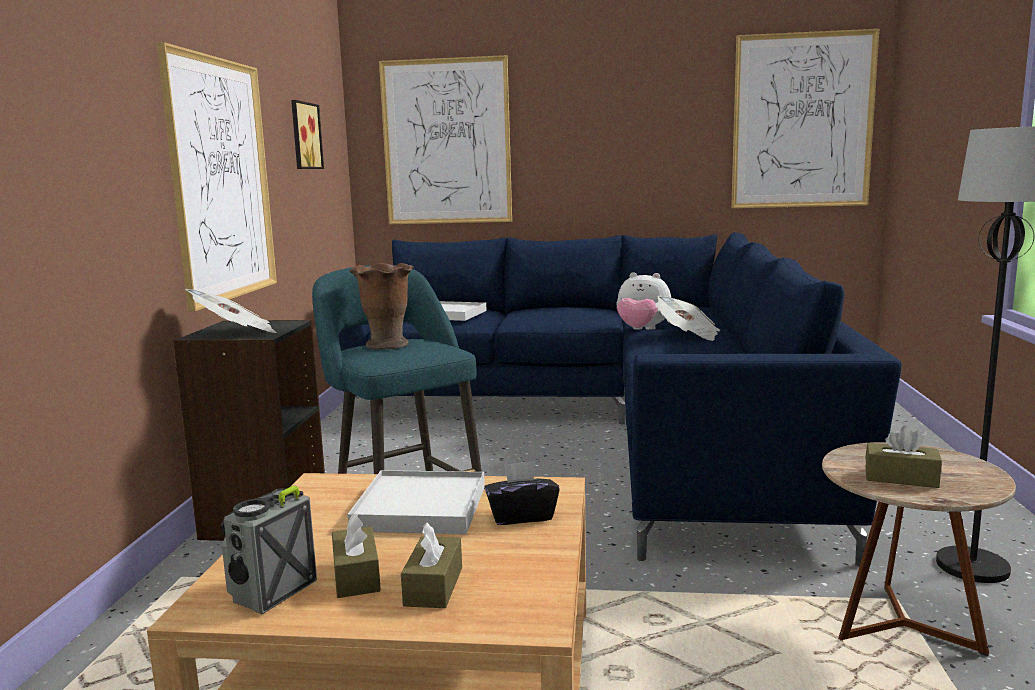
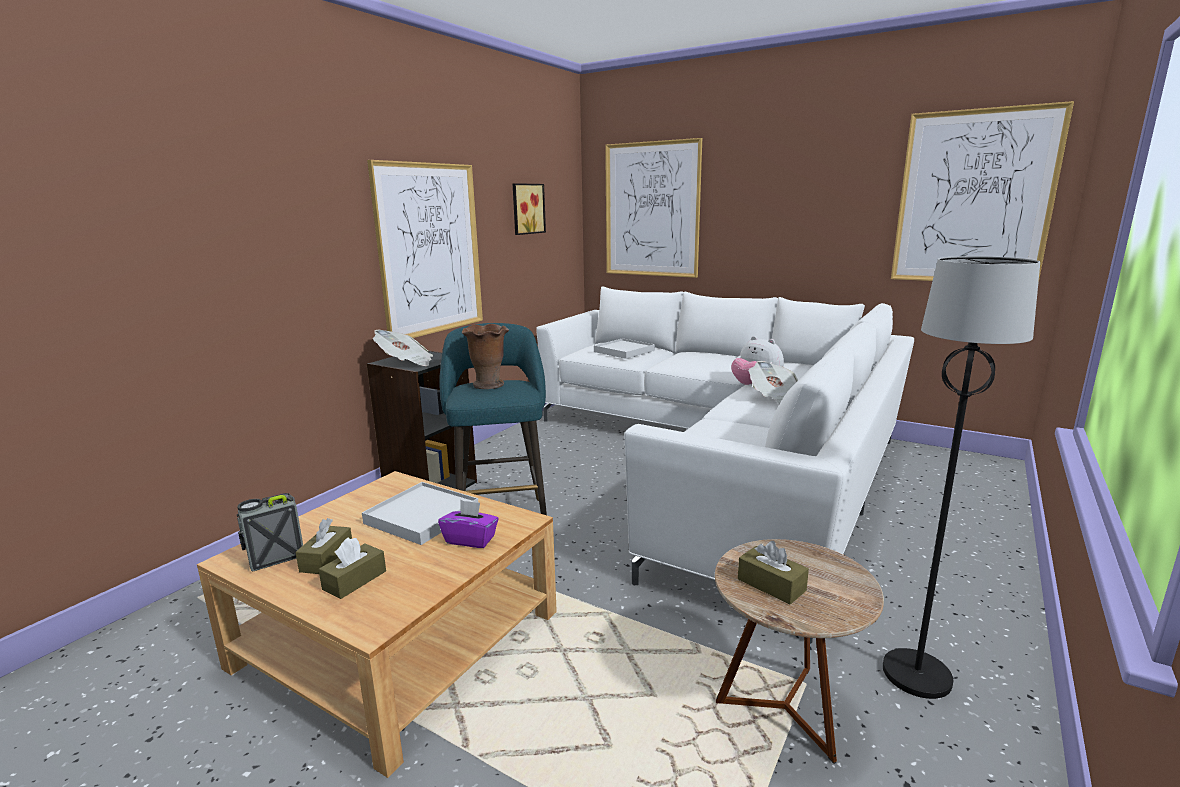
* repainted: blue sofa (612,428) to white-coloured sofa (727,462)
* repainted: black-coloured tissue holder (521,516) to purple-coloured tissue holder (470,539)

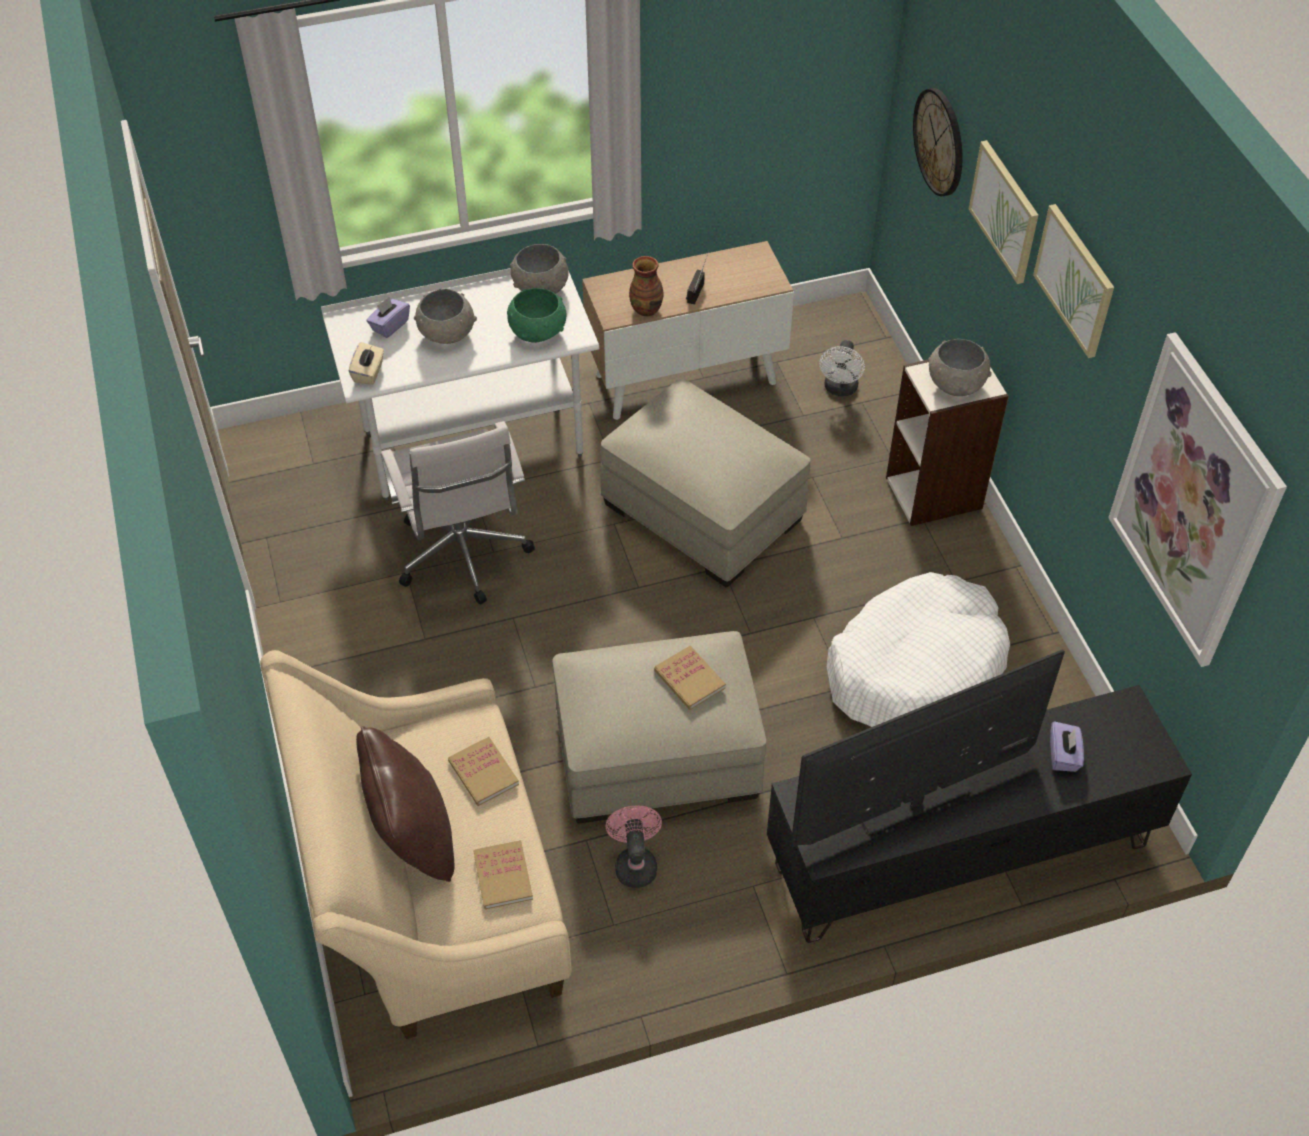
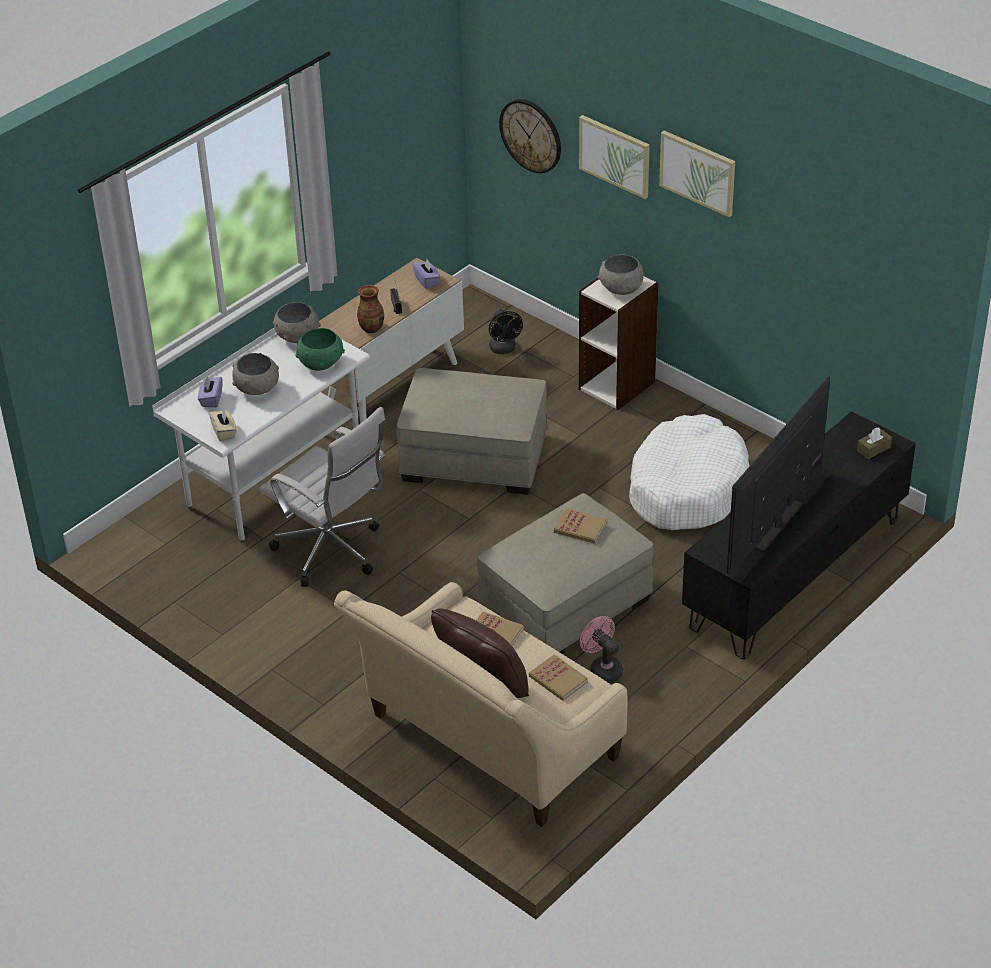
* gone: wall art (1194,502)
* new: brownish tissue holder (873,449)
* shifted: purple-coloured tissue holder (1063,755) to (427,281)
* repainted: white-coloured electric fan (840,389) to black-coloured electric fan (504,349)

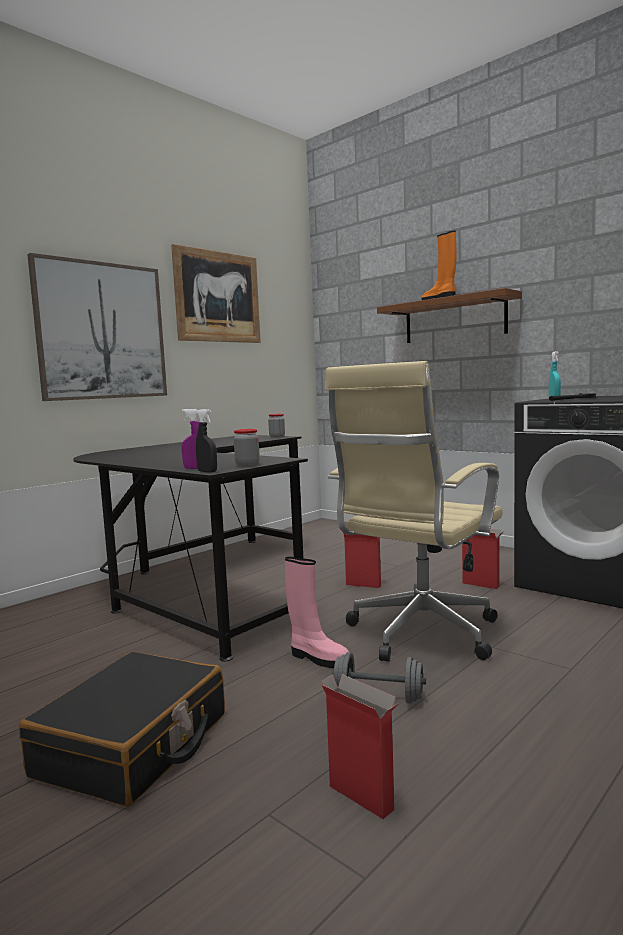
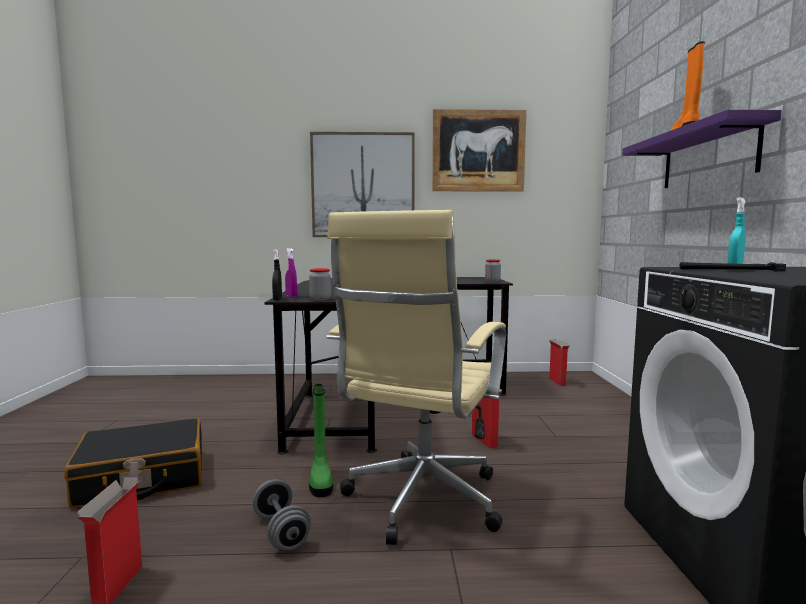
* shifted: carton (481,585) to (557,382)
* repainted: pink-coloured tall boot (318,658) to green-coloured tall boot (320,480)
* repainted: brownish bracket shelf (454,319) to purple-coloured bracket shelf (708,157)
* rotated: beige-coloured computer chair (419,635) = (420,503) 60 degrees counterclockwise

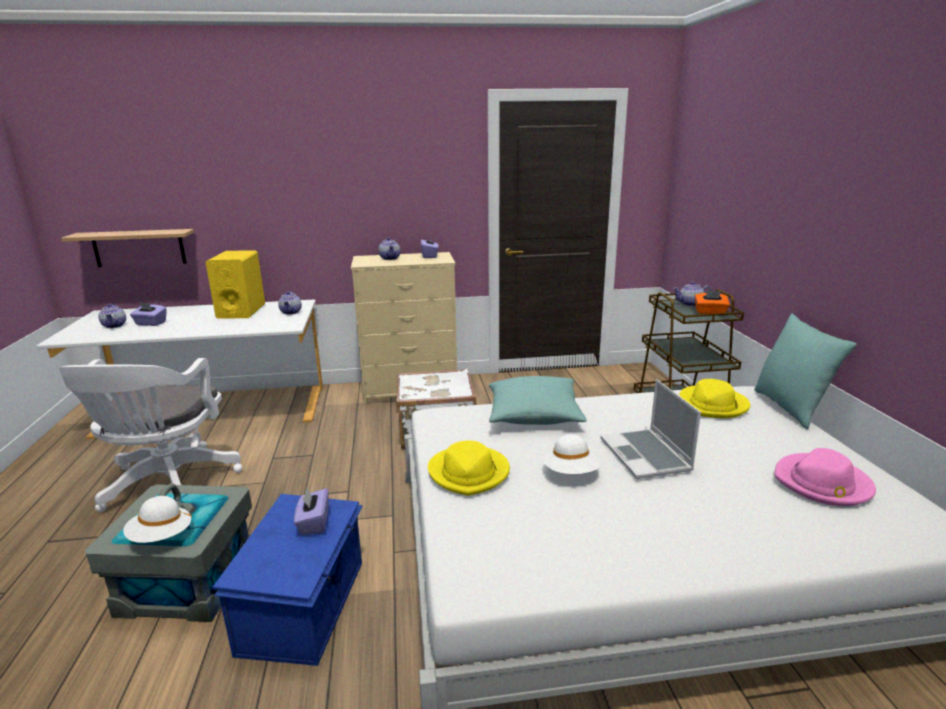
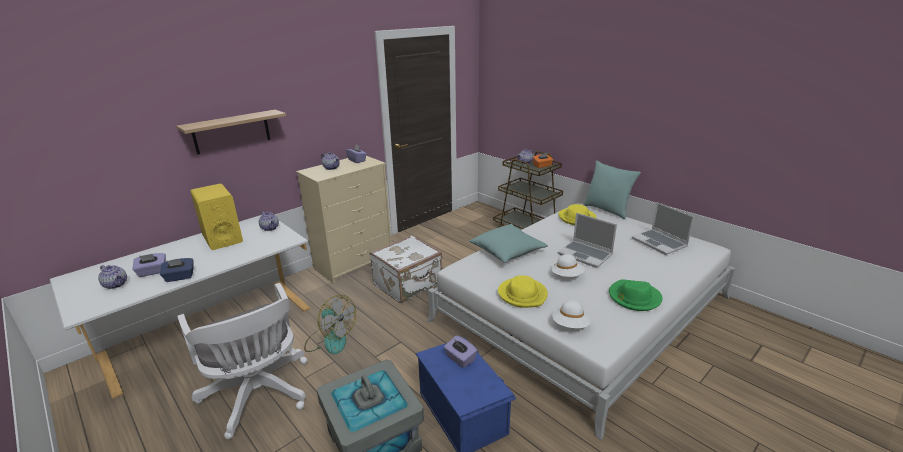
* new: blue tissue holder (180,277)
* new: electric fan (330,340)
* new: green-coloured clothing hat (633,297)
* shifted: bracket shelf (139,248) to (232,132)
* shifted: white-coloured clothing hat (161,536) to (570,325)
* swapped: pink-coloured clothing hat (822,483) to laptop (660,243)

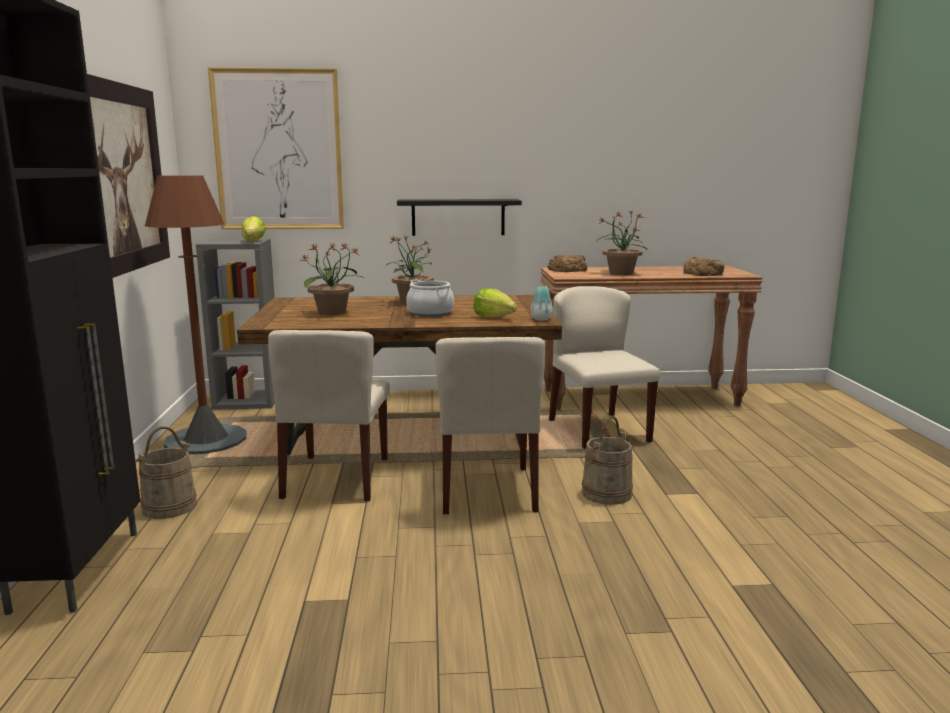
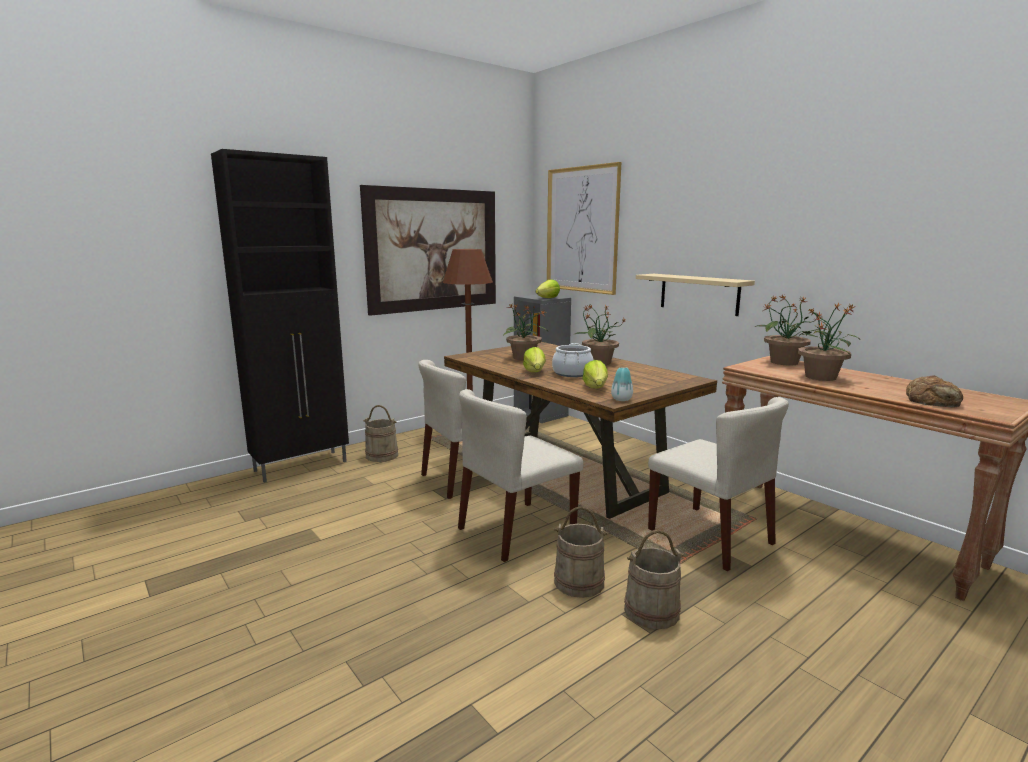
* new: lettuce head (535,372)
* new: beige-coloured water bucket (651,611)
* swapped: baked bread (568,269) to houseplant (783,362)
* repainted: black-coloured bracket shelf (458,217) to beige-coloured bracket shelf (699,294)
* rotated: beige-coloured chair (597,430) = (711,537) 105 degrees clockwise

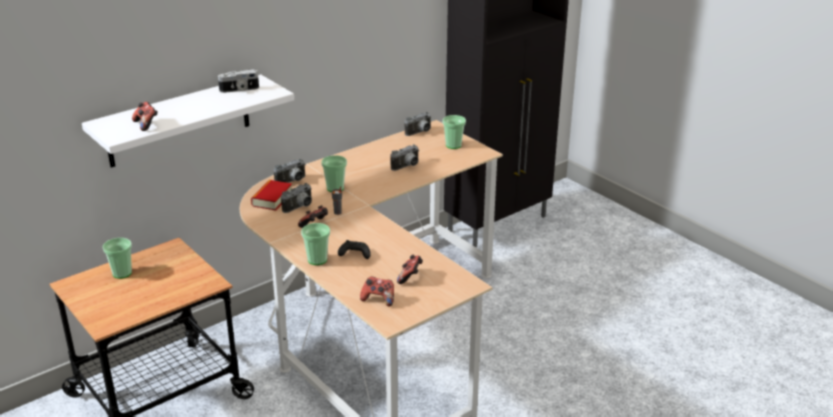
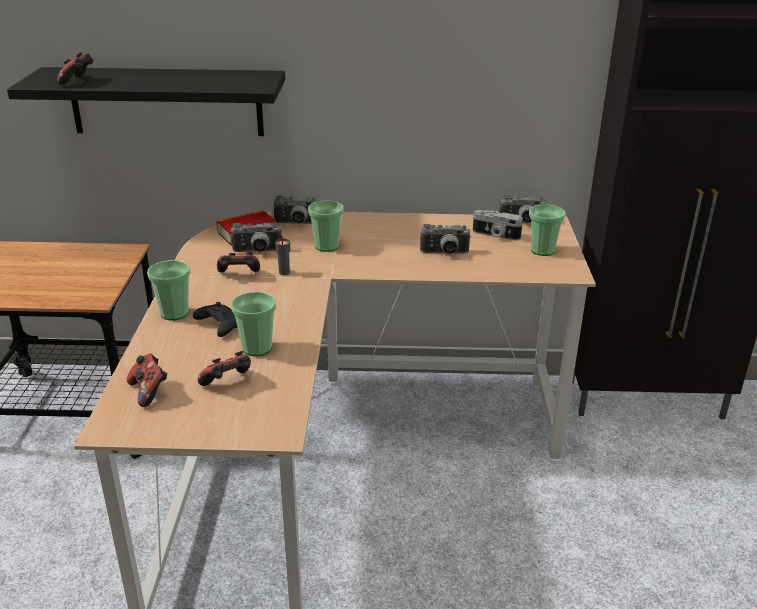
* shifted: drinking cup (122,273) to (257,348)
* shifted: photo camera (239,90) to (495,235)
* repainted: white-coloured bracket shelf (179,121) to black-coloured bracket shelf (166,102)

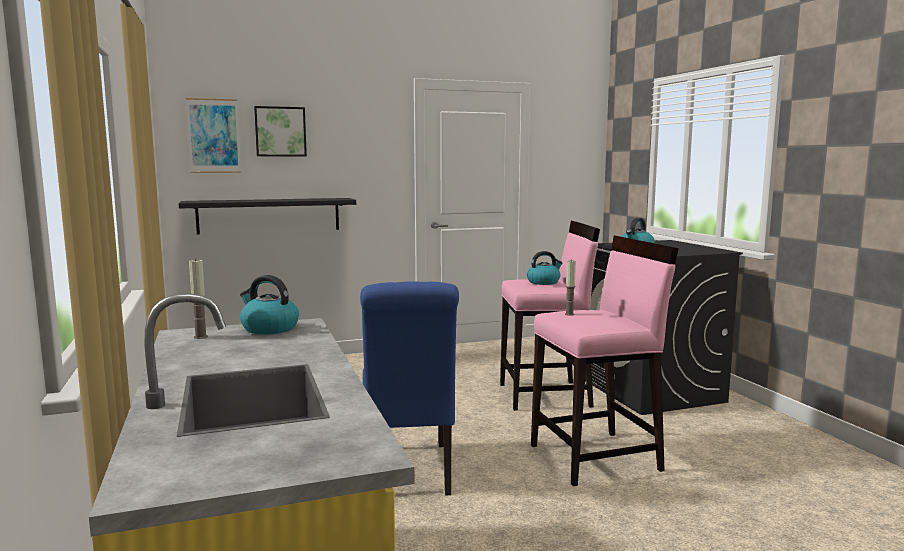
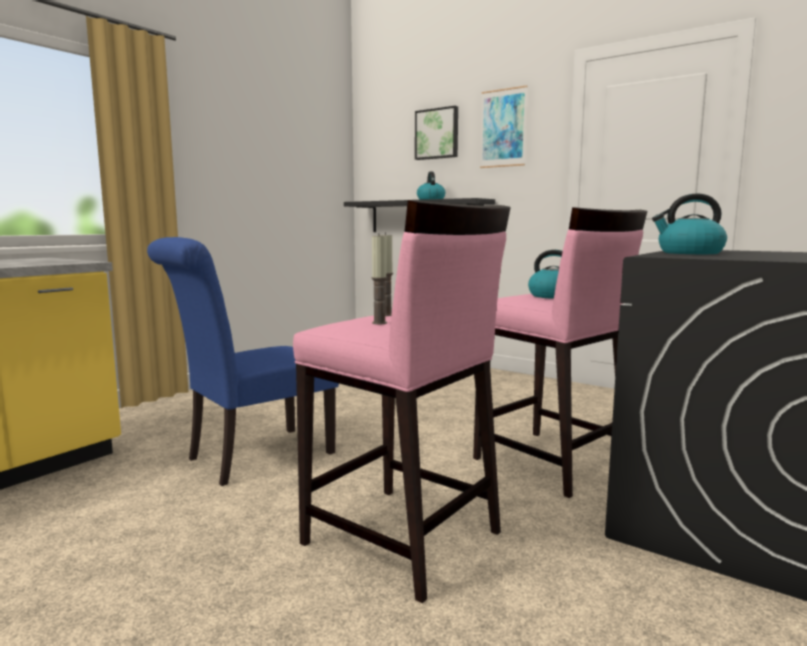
* shifted: wall art (214,136) to (503,128)
* shifted: candle (201,337) to (379,323)
* shifted: kettle (269,328) to (430,199)

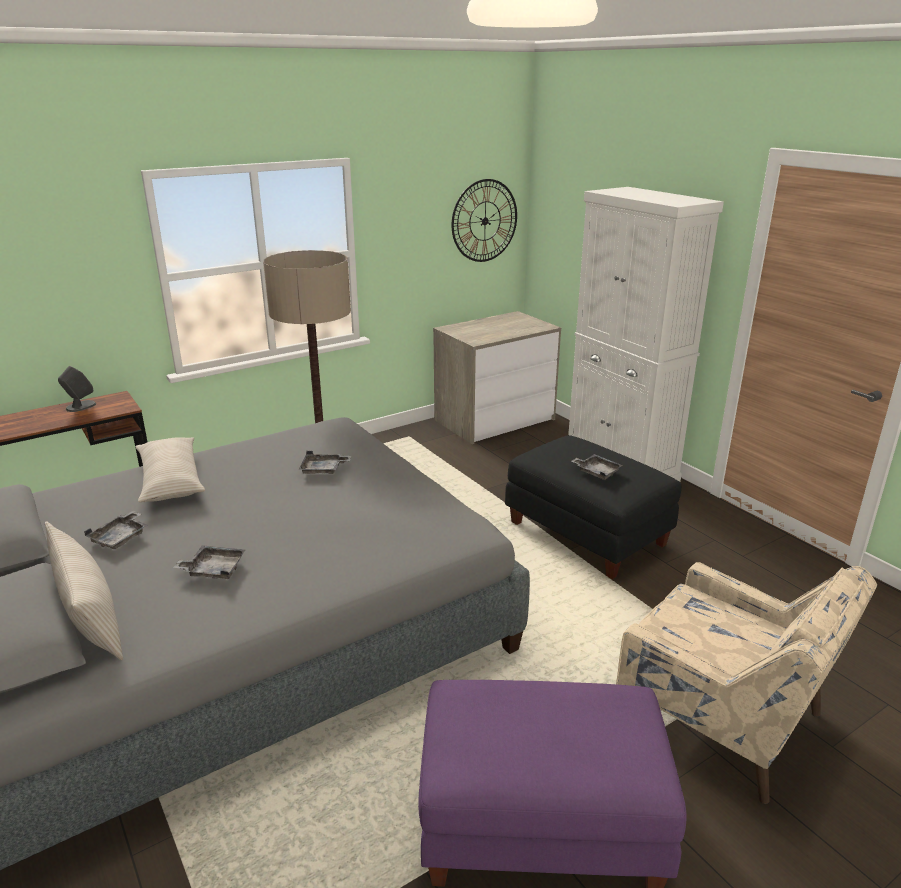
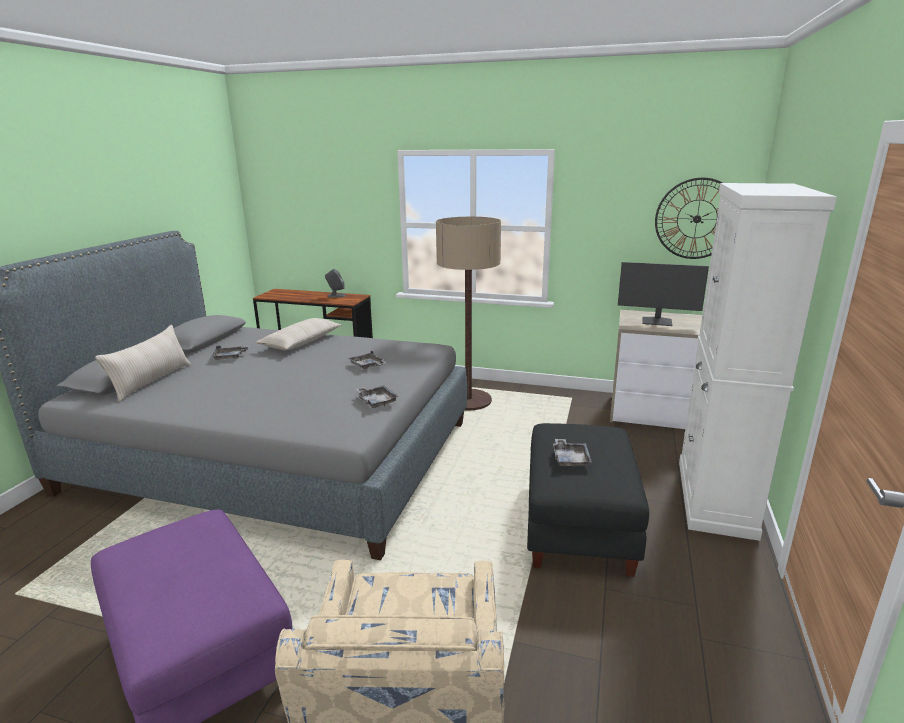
* new: monitor (657,322)
* shifted: greyish serving tray (213,569) to (376,401)

